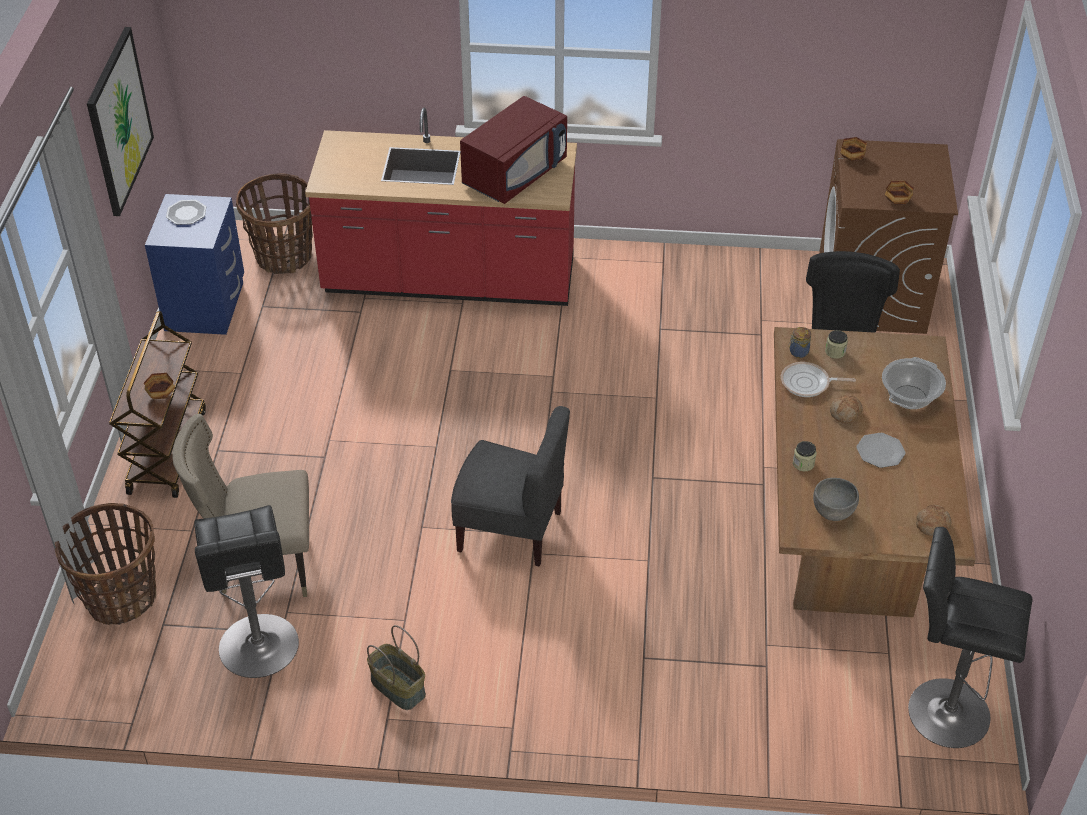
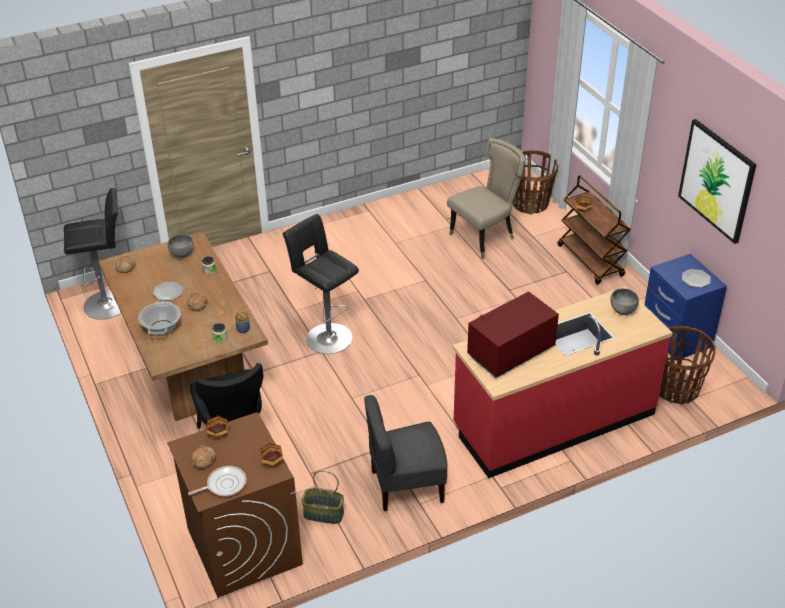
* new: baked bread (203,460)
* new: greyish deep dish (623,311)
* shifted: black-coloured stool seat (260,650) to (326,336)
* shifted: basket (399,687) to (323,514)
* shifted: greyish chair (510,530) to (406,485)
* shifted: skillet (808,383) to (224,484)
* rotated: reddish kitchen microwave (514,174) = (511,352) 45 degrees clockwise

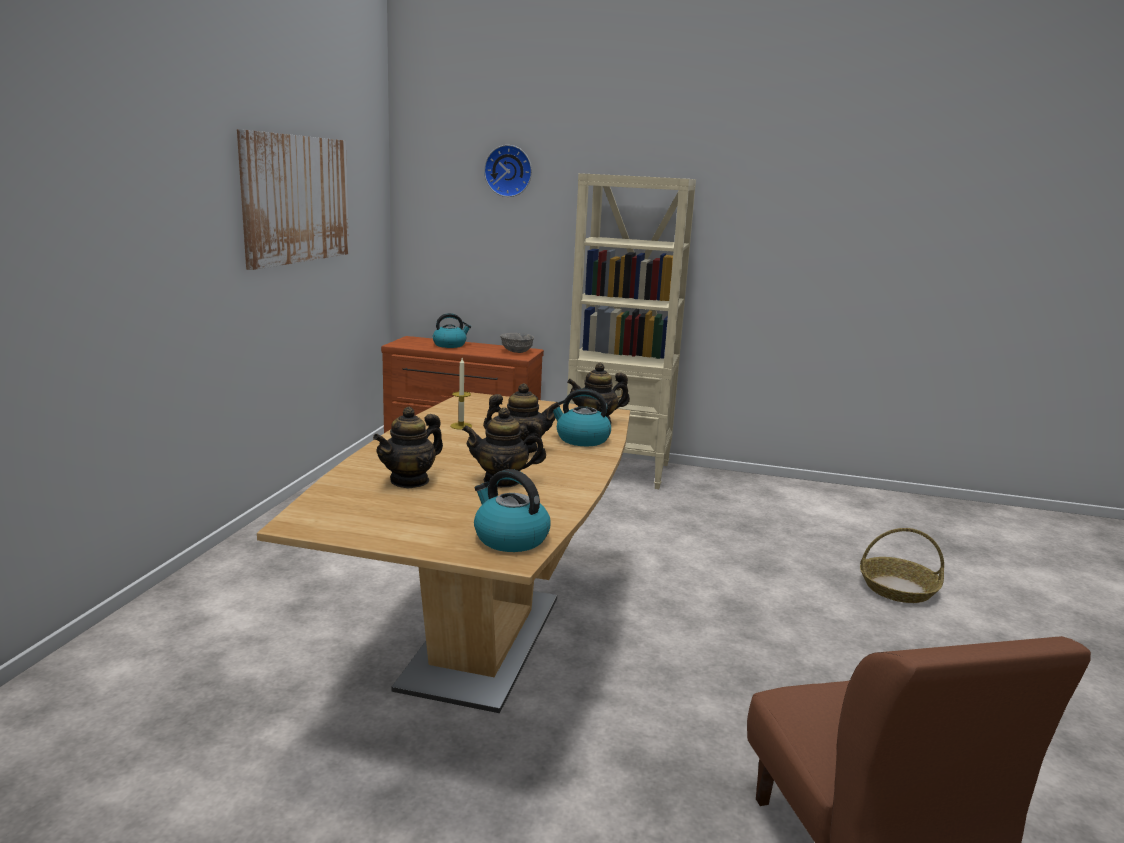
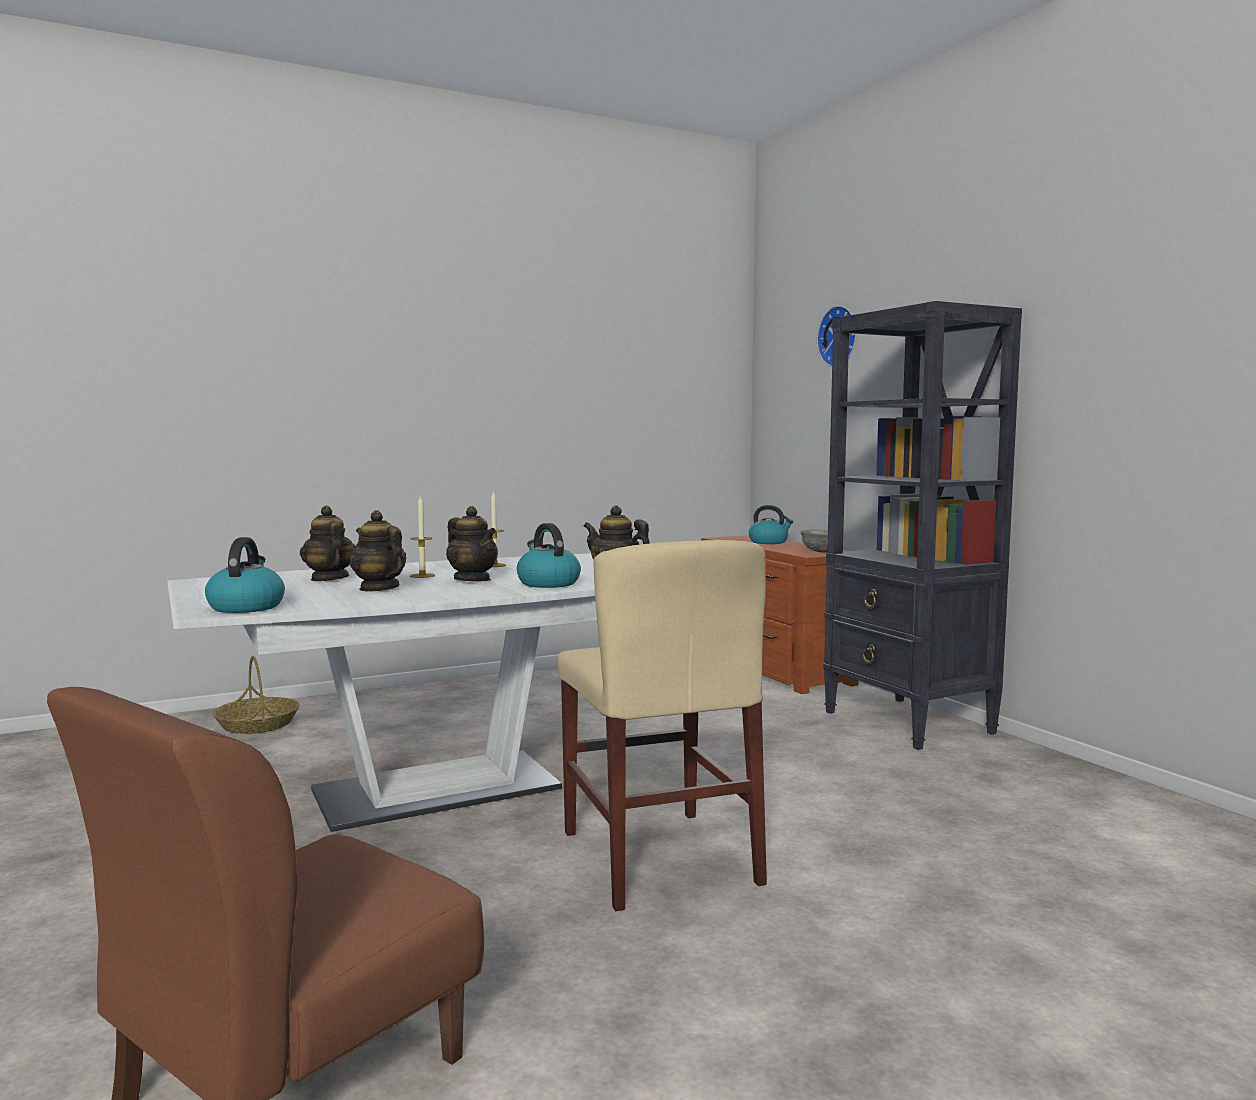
* gone: wall art (297,199)
* new: candle (422,576)
* new: beige-coloured chair (658,857)
* shifted: basket (898,588) to (257,725)
* repainted: brownish kitchen table (483,641) to white-coloured kitchen table (436,790)
* repainted: beige-coloured bookshelf (619,471) to black-coloured bookshelf (909,723)
* rotated: pot for tea (410,481) = (329,579) 60 degrees clockwise

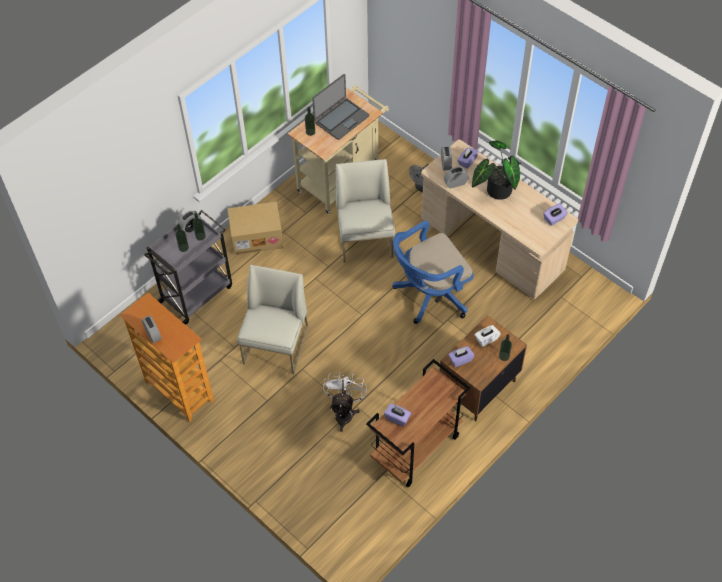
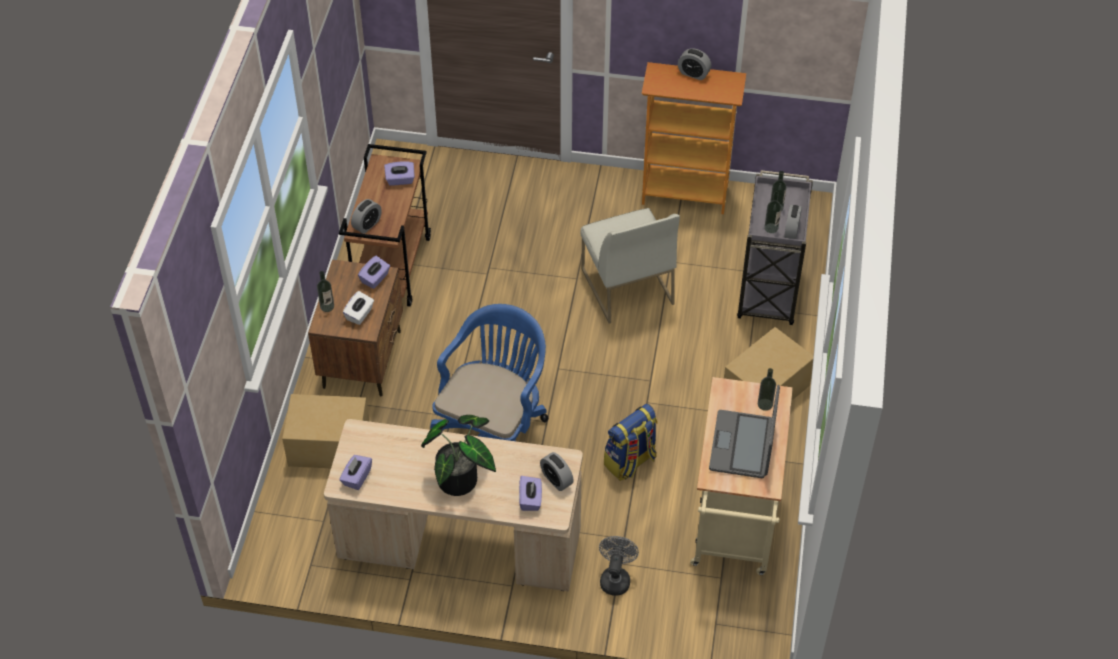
* gone: white-coloured electric fan (344,412)
* new: carton (328,447)
* shifted: table clock (455,183) to (367,225)
* swapped: white-coloured chair (365,239) to backpack (630,462)

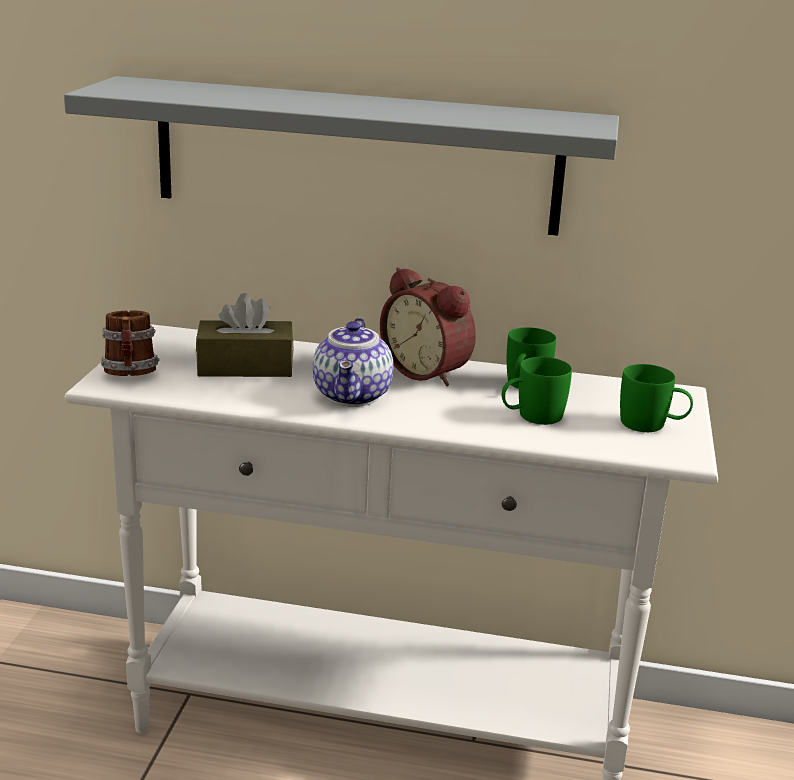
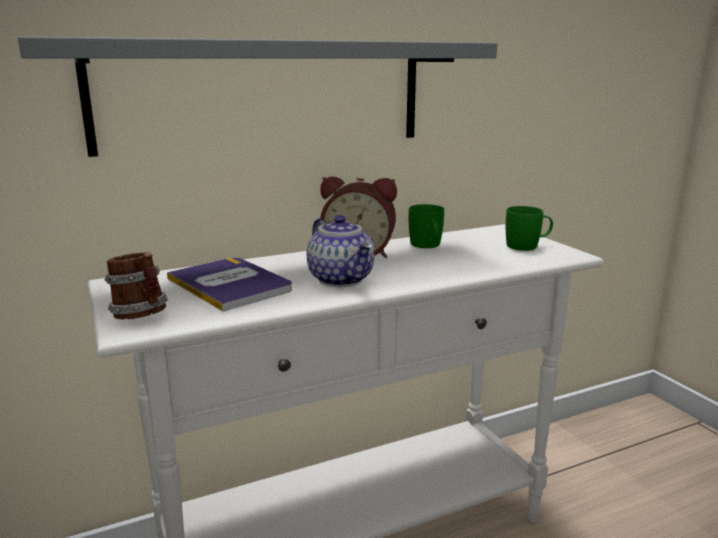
* gone: green-coloured coffee mug (532,417)
* swapped: brownish tissue holder (245,367) to bound book (230,284)

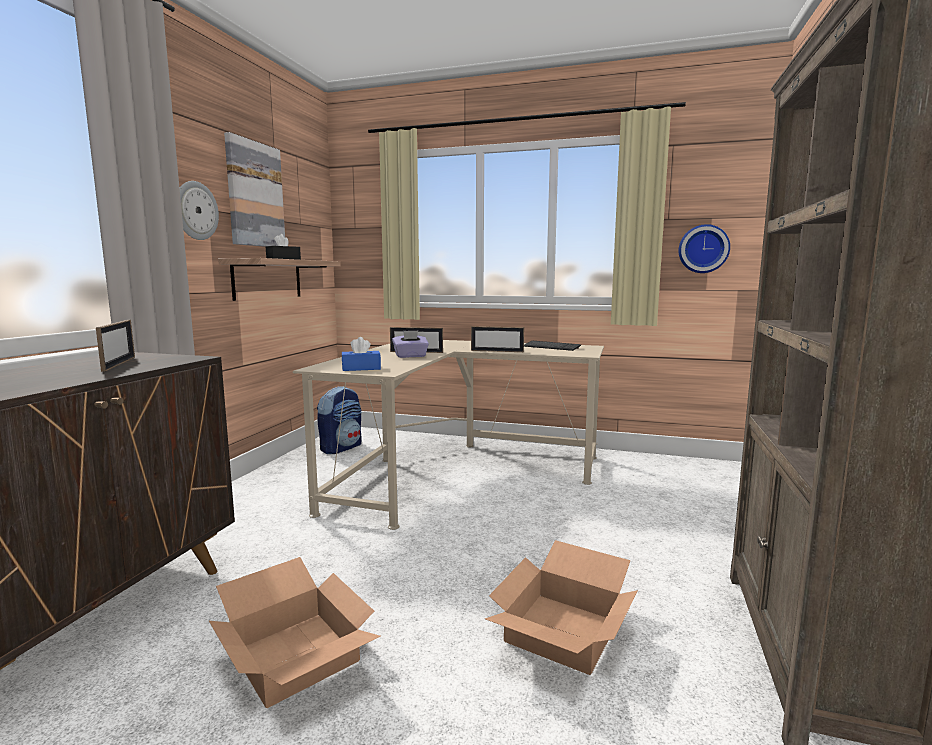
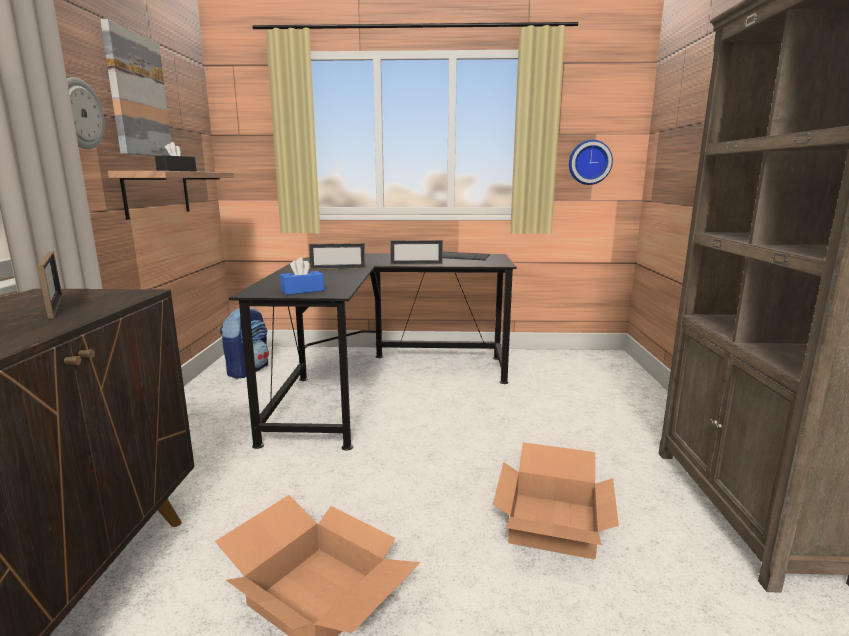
* gone: purple-coloured tissue holder (410,356)
* repainted: beige-coloured desk (455,471) to black-coloured desk (378,383)

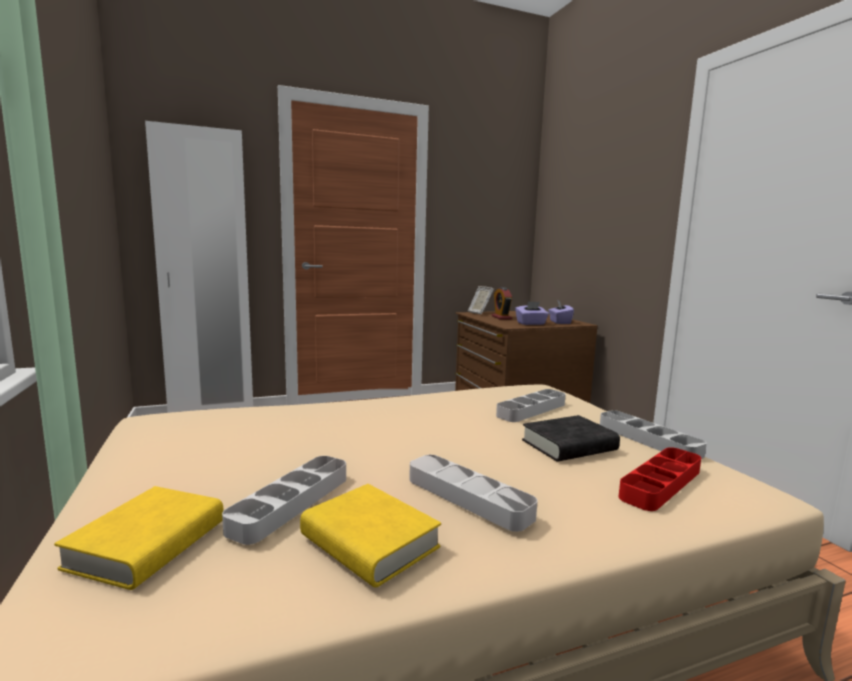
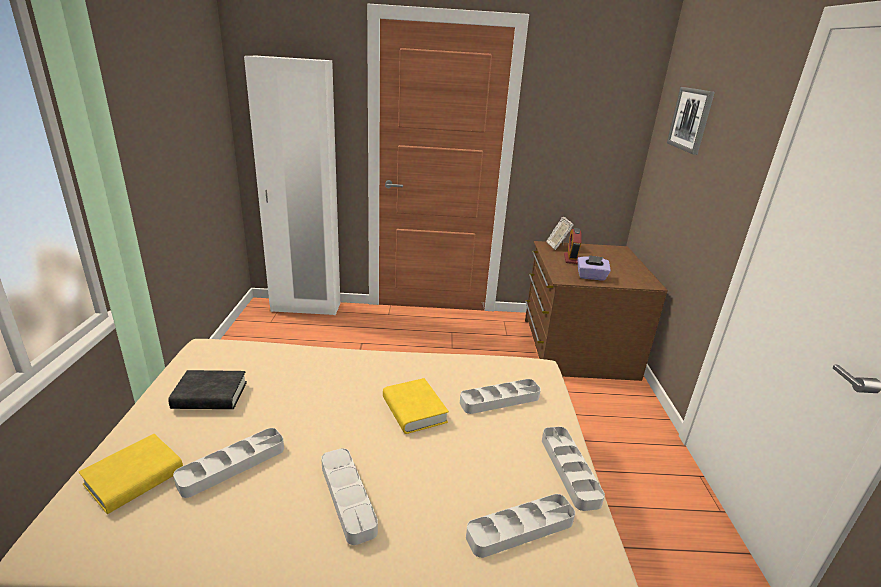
* gone: purple-coloured tissue holder (559,322)
* new: wall art (690,119)
* shifted: yellow-coloured bound book (369,542) to (414,410)
* shifted: black-coloured bound book (569,445) to (210,395)
* repainted: reddish serving tray (661,483) to greyish serving tray (520,529)

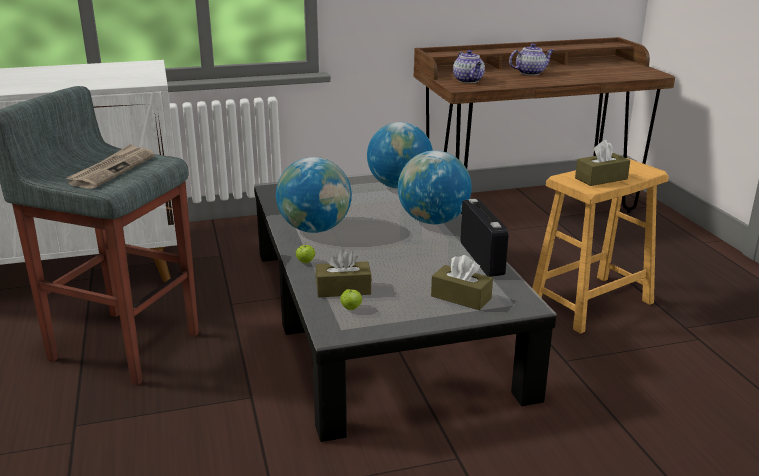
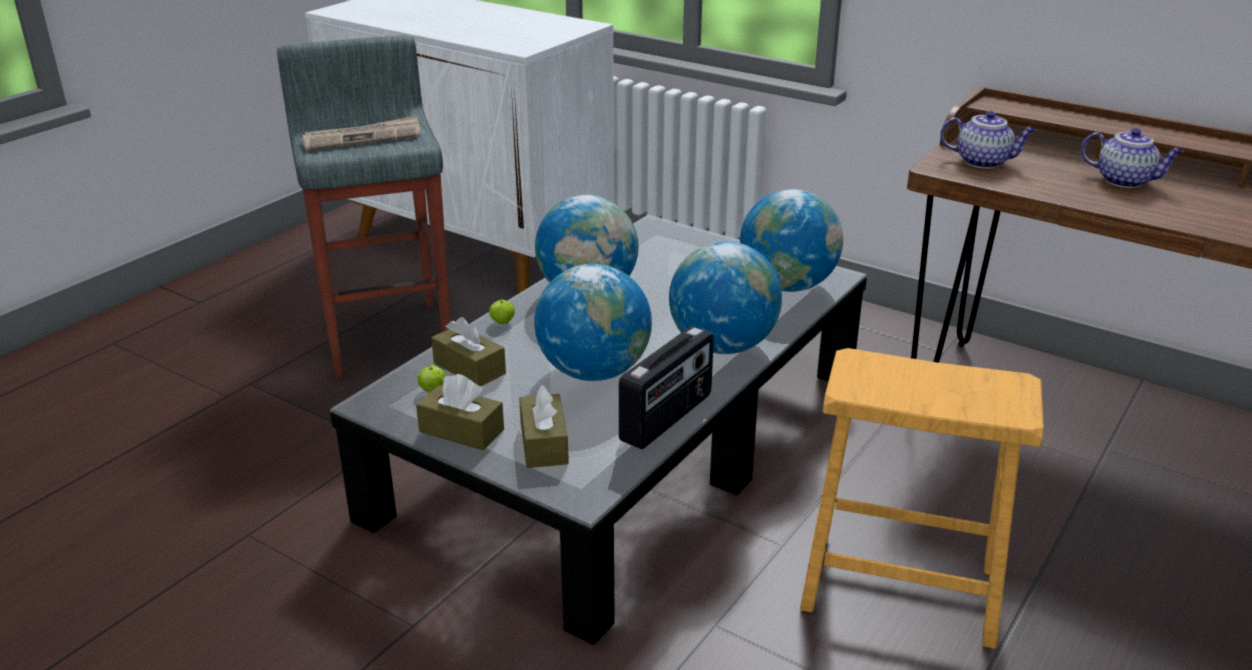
* new: desk globe (594,372)
* shifted: brownish tissue holder (601,178) to (461,431)
* rotated: pot for tea (468,81) = (983,162) 105 degrees counterclockwise

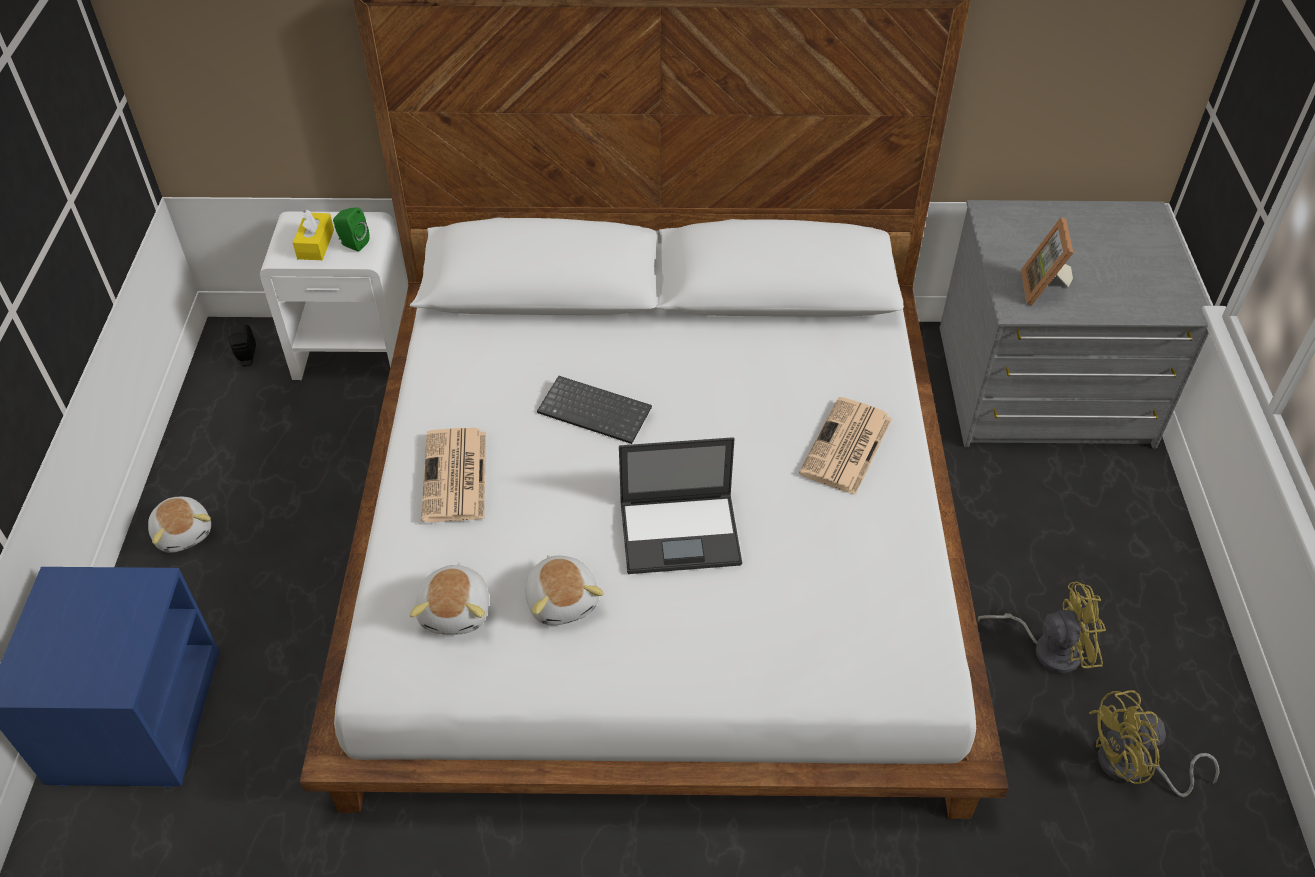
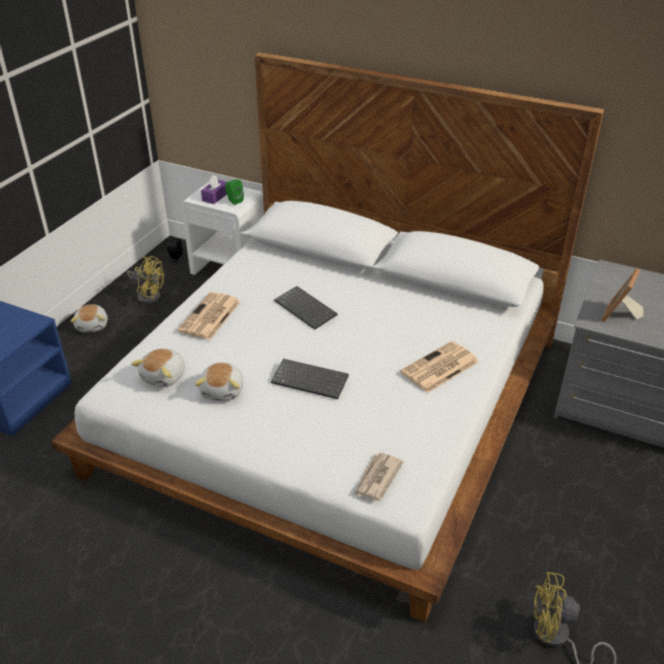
* new: daily paper (377,478)
* shifted: yellow-coloured electric fan (1047,648) to (148,295)
* swapped: laptop (681,533) to keyboard (311,379)
* repainted: yellow-coloured tissue holder (315,244) to purple-coloured tissue holder (215,197)

